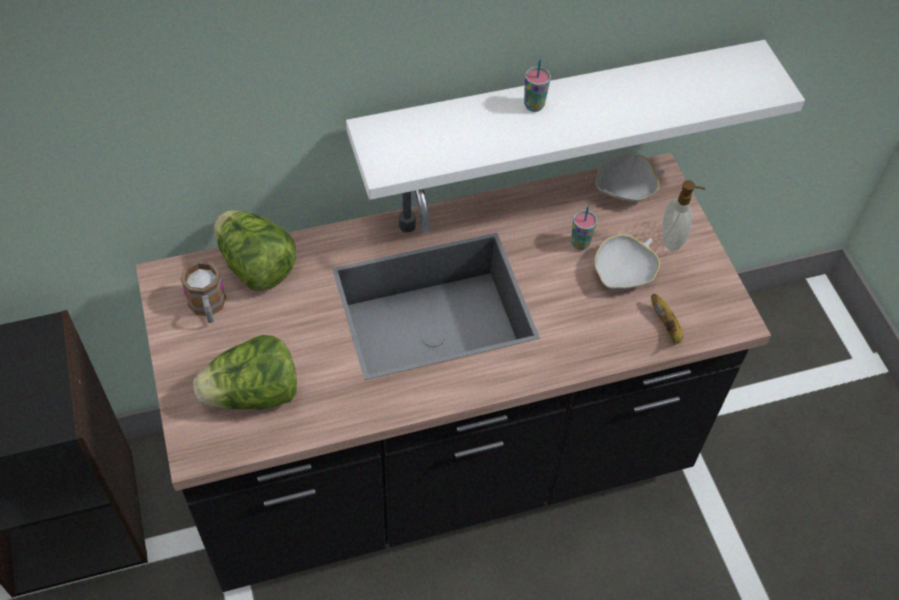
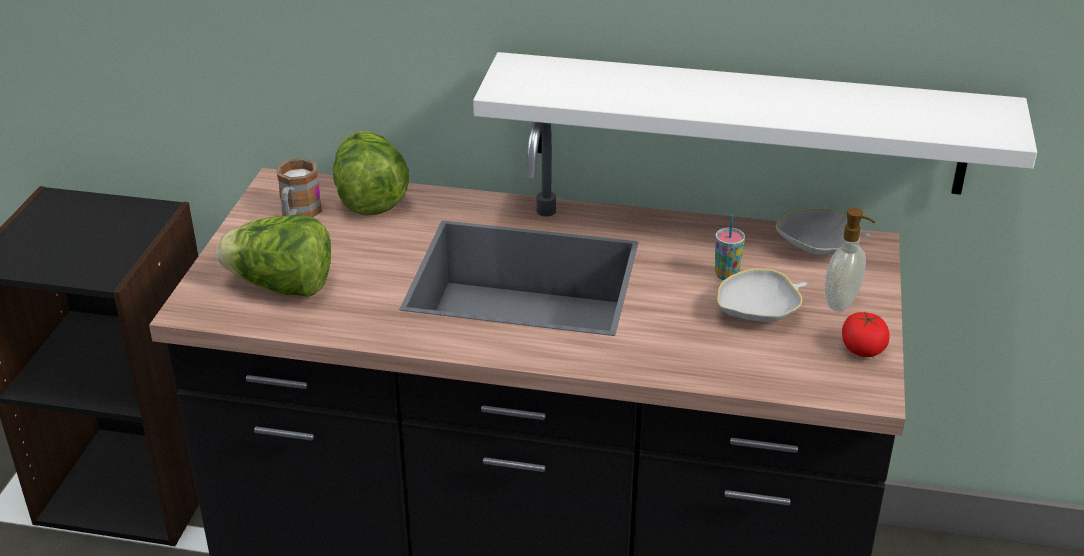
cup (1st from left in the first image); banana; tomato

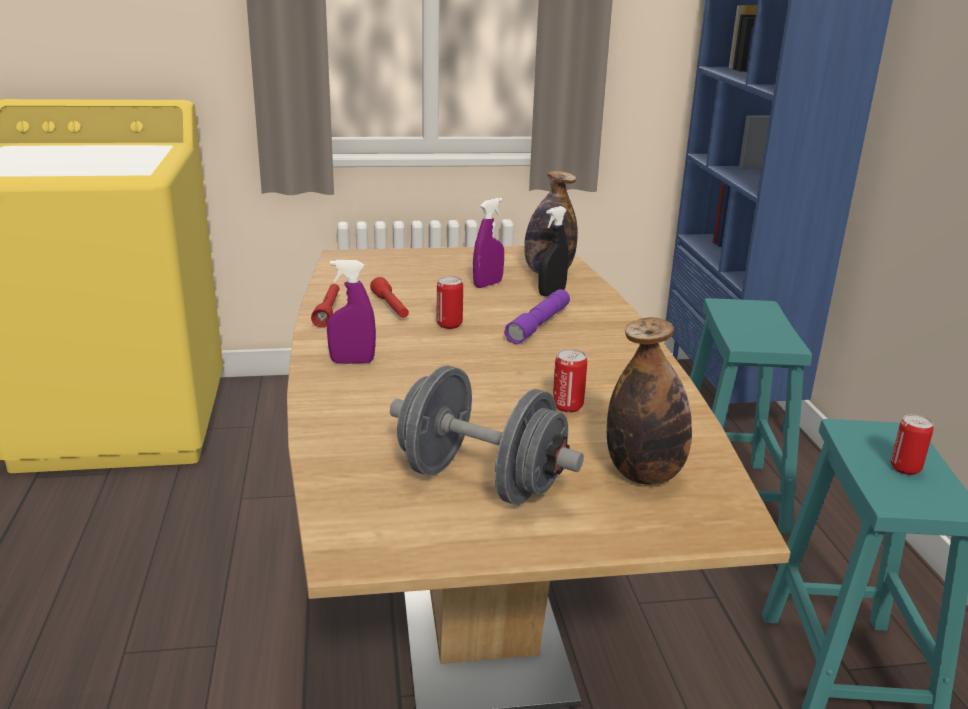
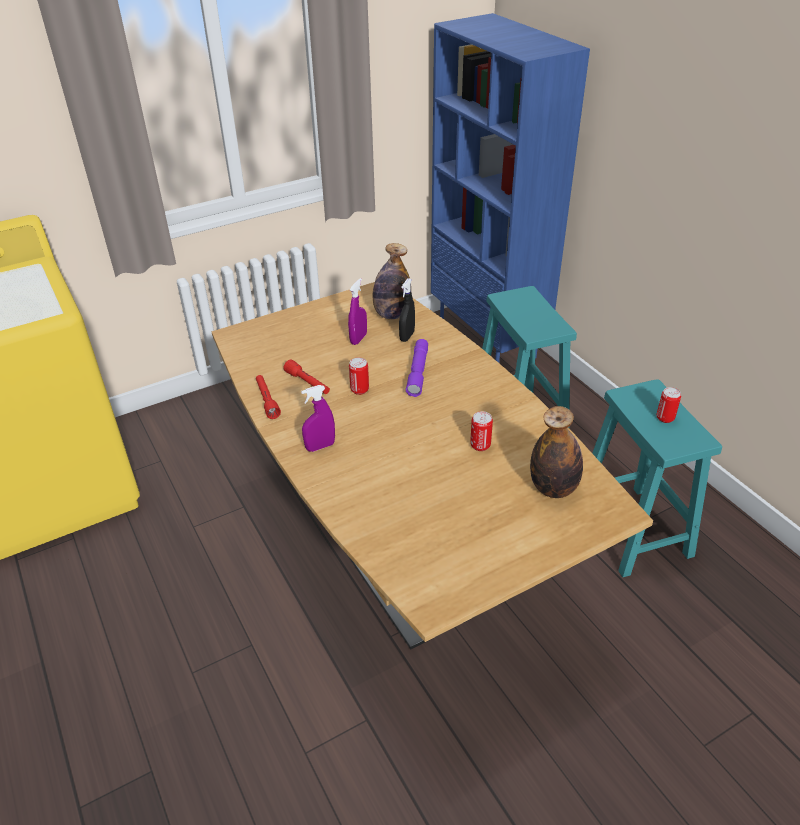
grey dumbbell

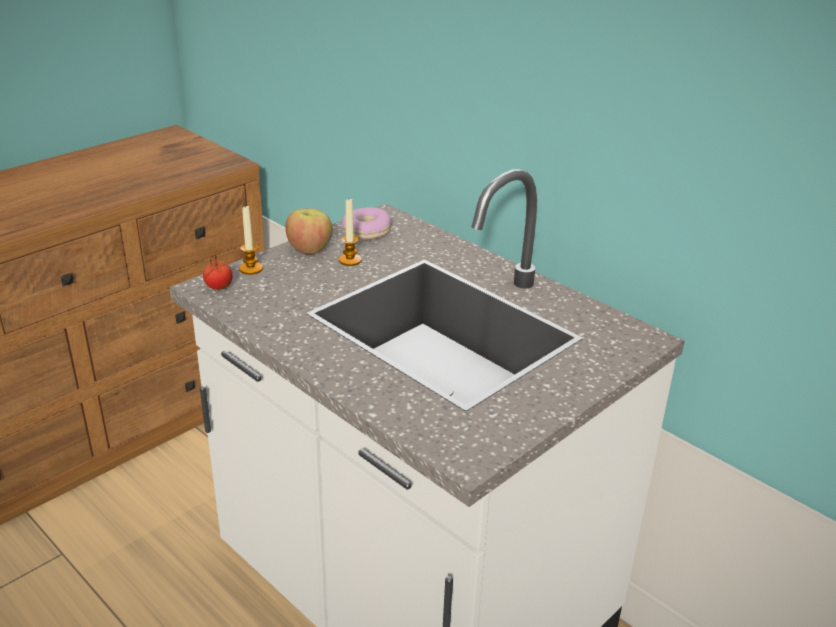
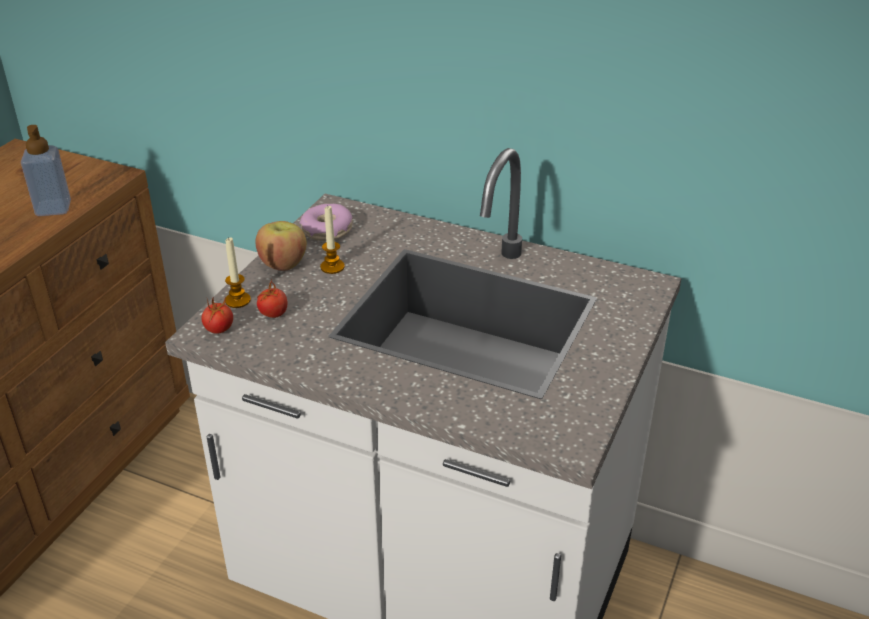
soap dispenser; tomato (2nd from left)

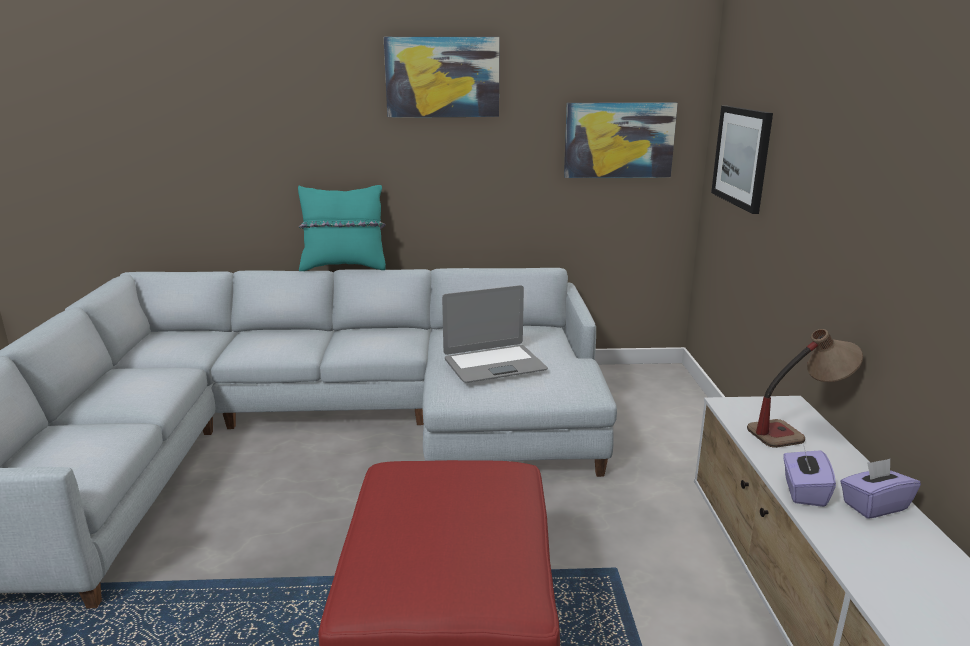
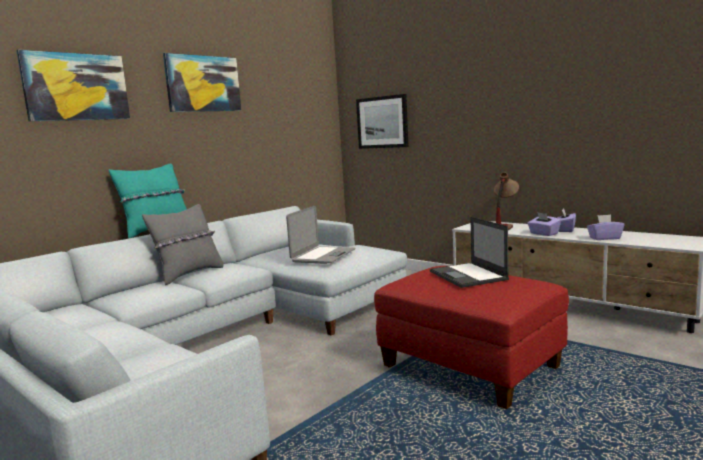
grey pillow; laptop (2nd from left); purple tissue box (3rd from left); picture (1st from left)

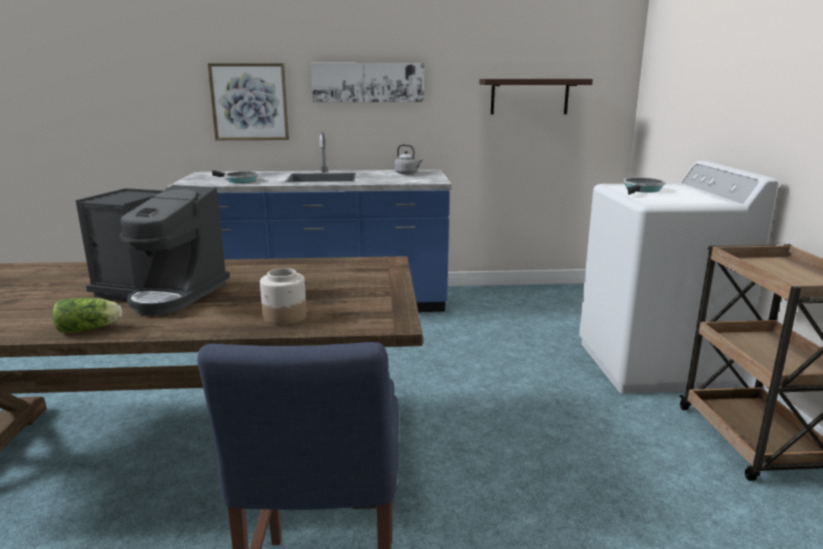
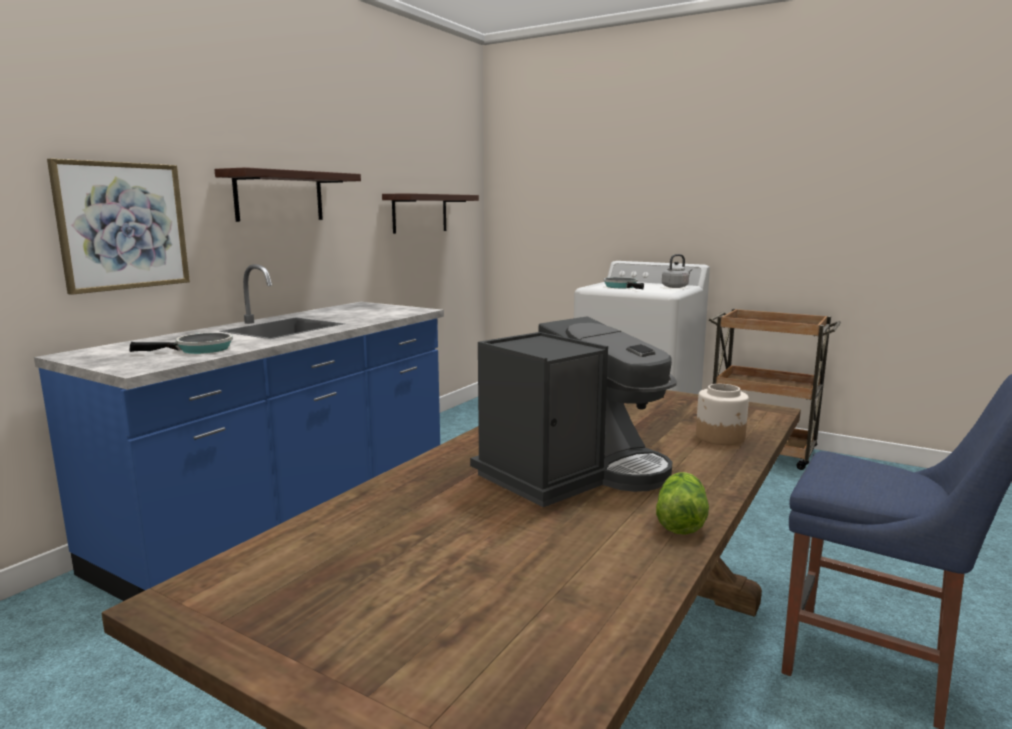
grey kettle; shelf (1st from left)

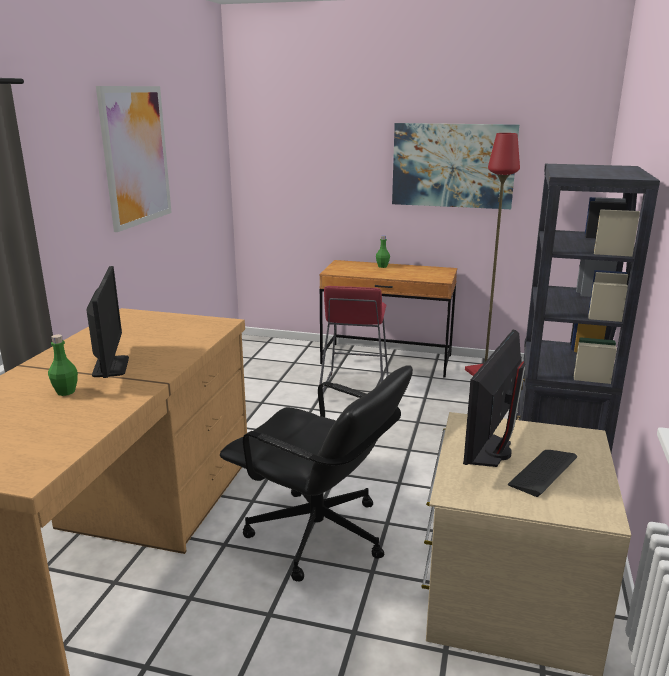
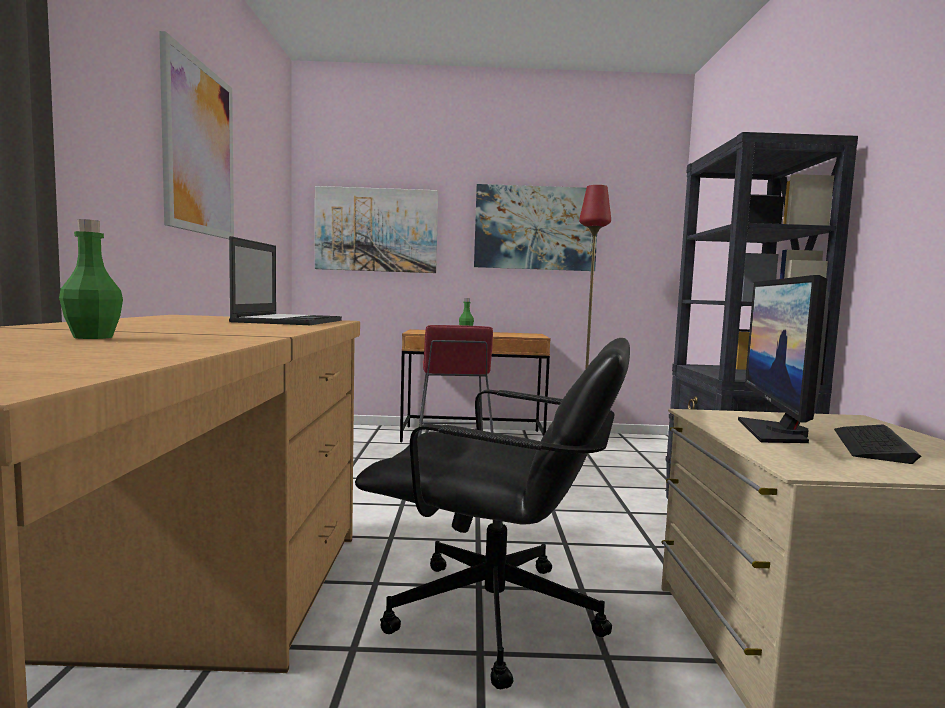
monitor (1st from left in the first image); laptop; picture (2nd from left)

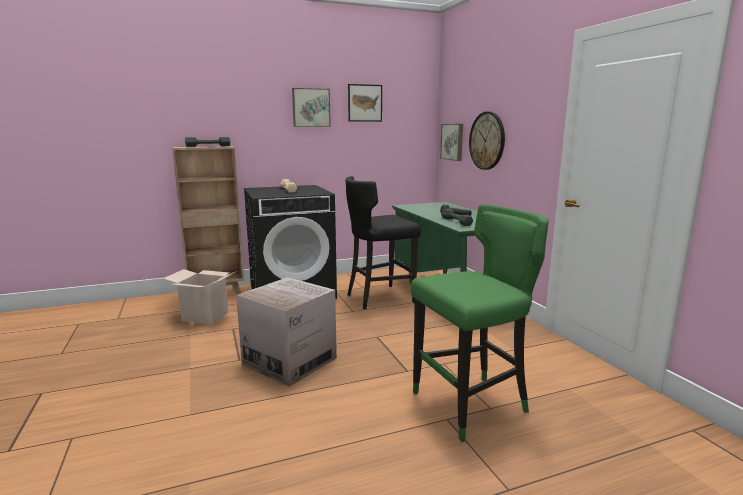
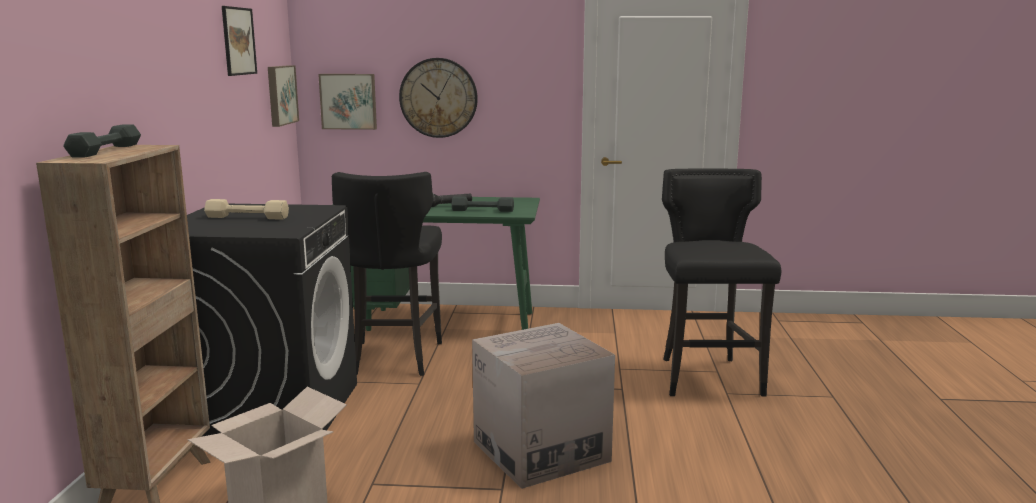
picture (2nd from left); black stool (2nd from left)

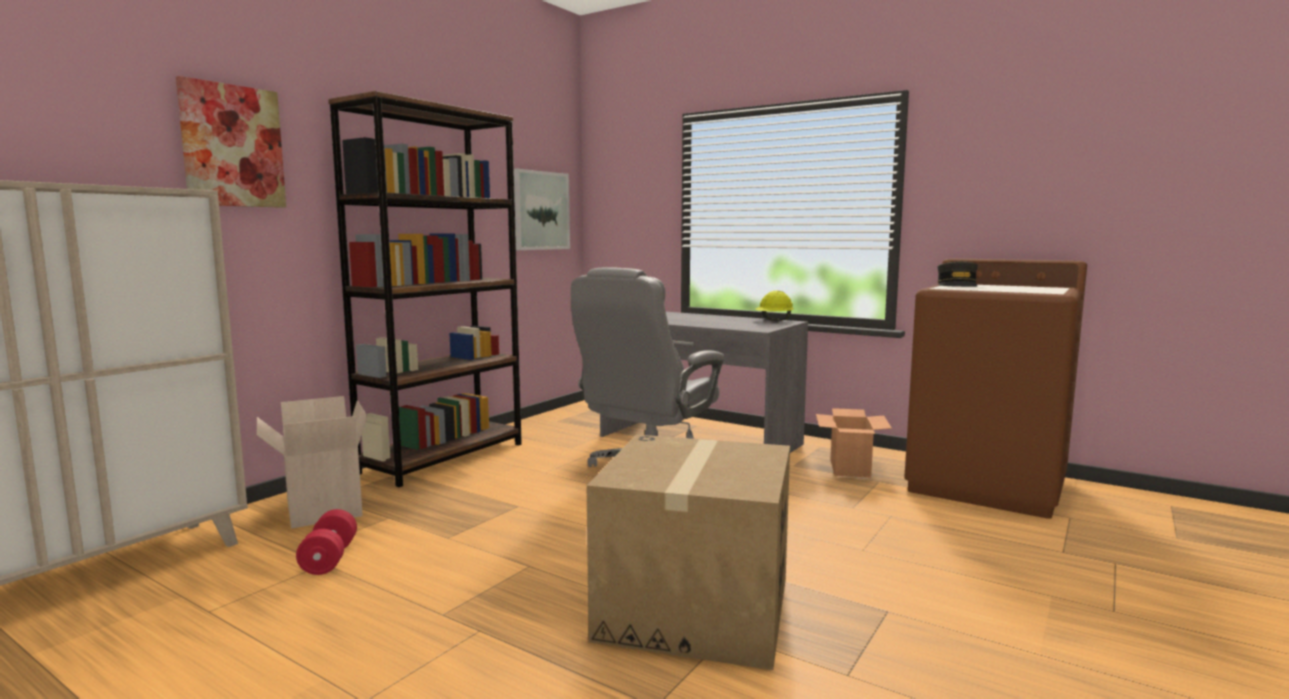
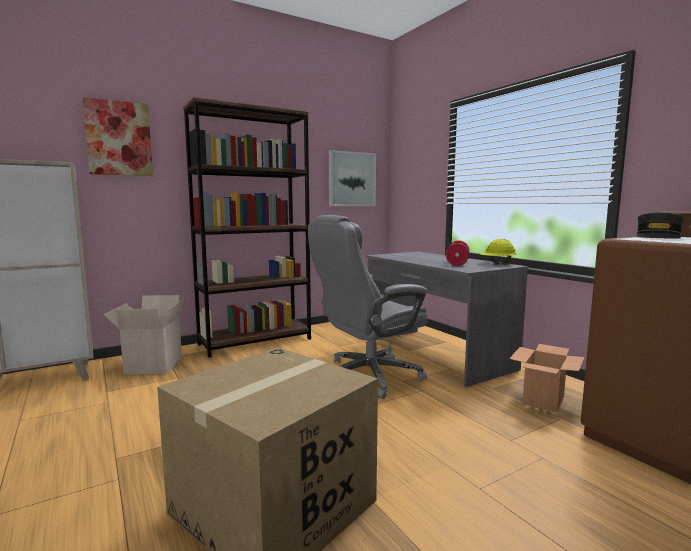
red dumbbell

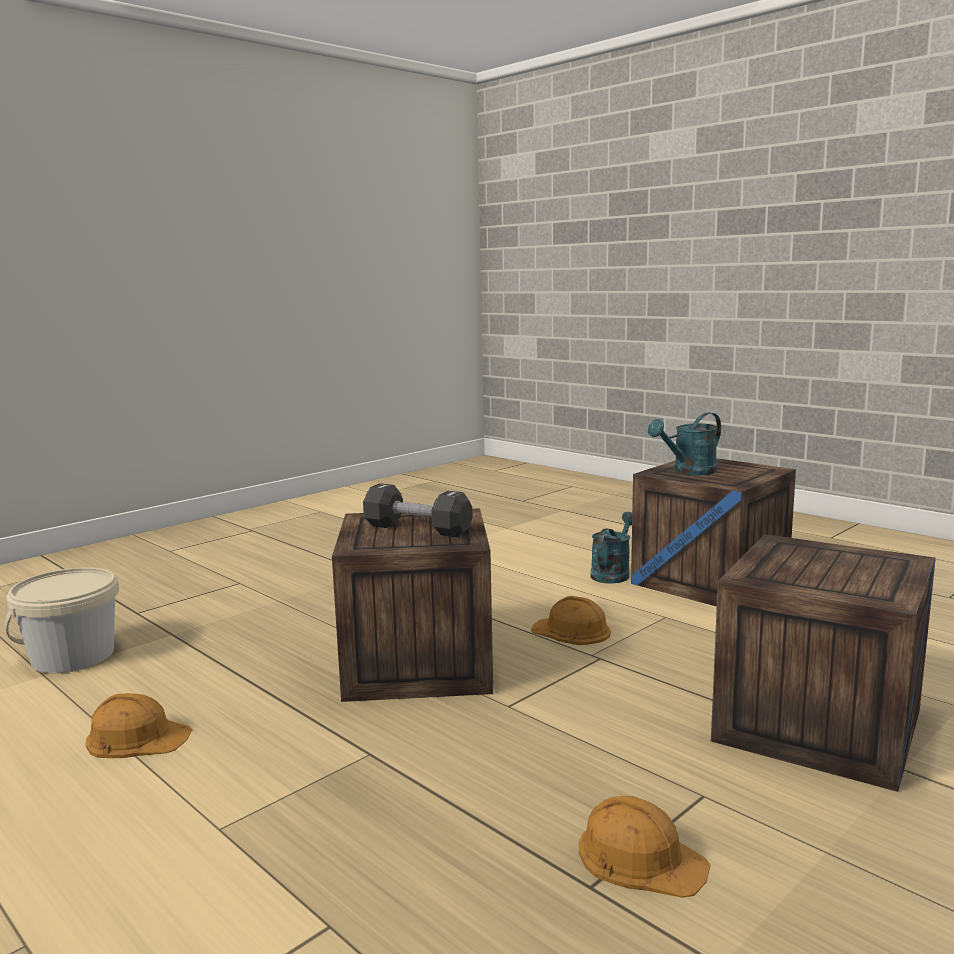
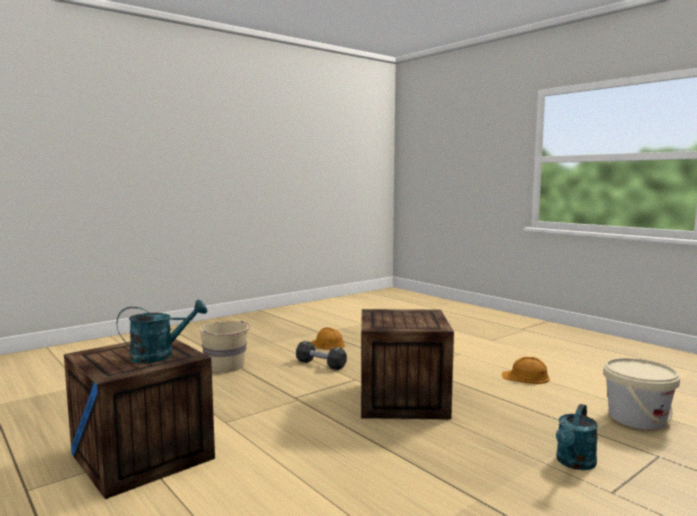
orange hard hat (2nd from left in the first image); black dumbbell; turquoise watering can (2nd from left); beige bucket (1st from left)

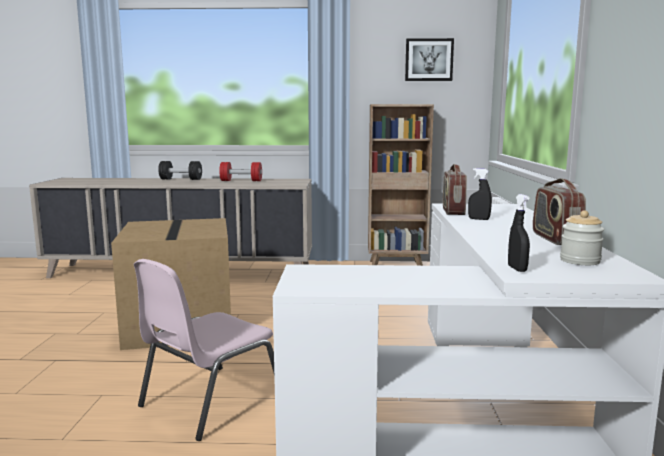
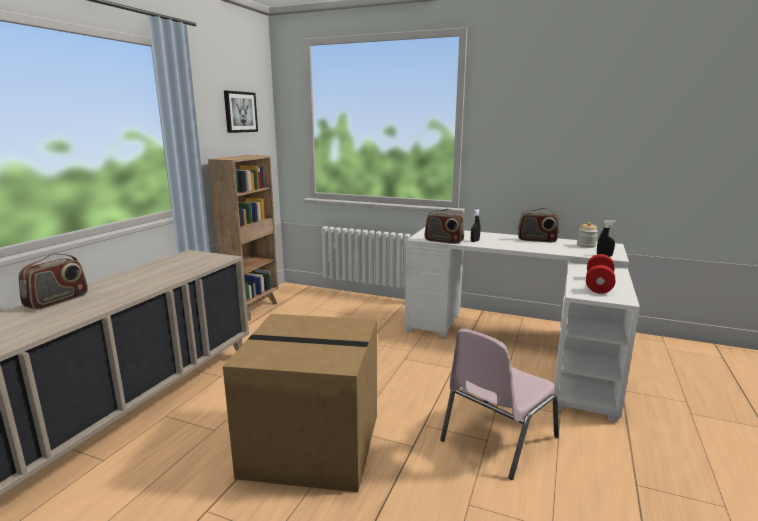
red dumbbell; radio (1st from left); pink chair

